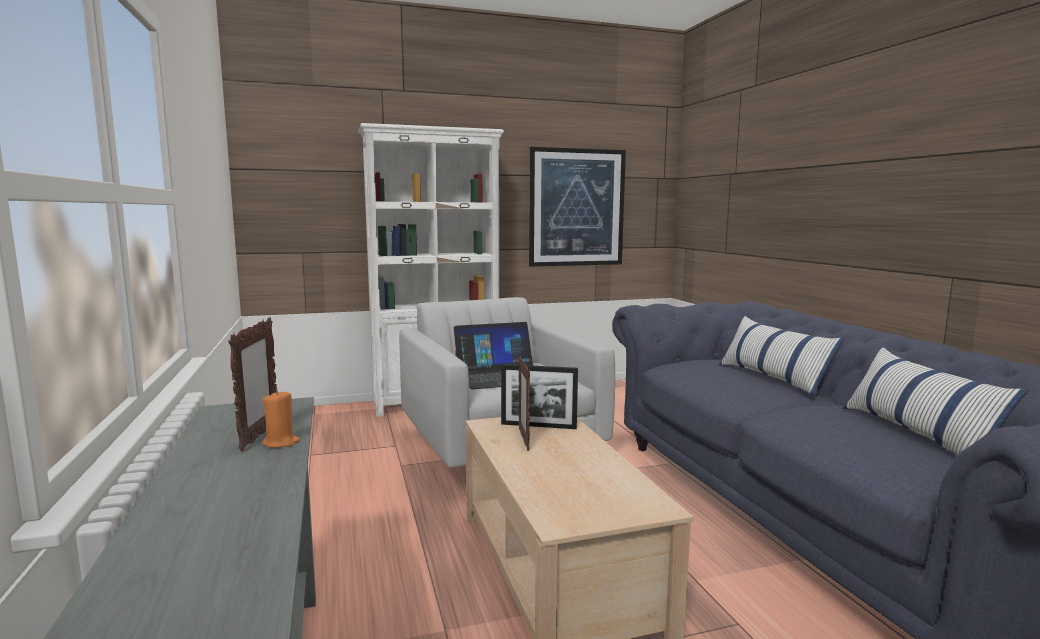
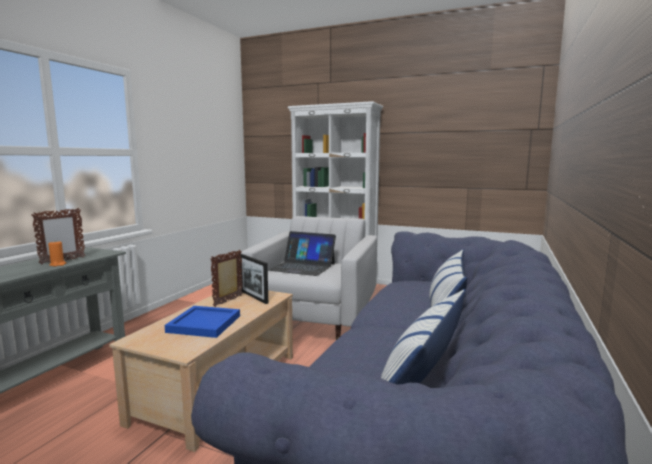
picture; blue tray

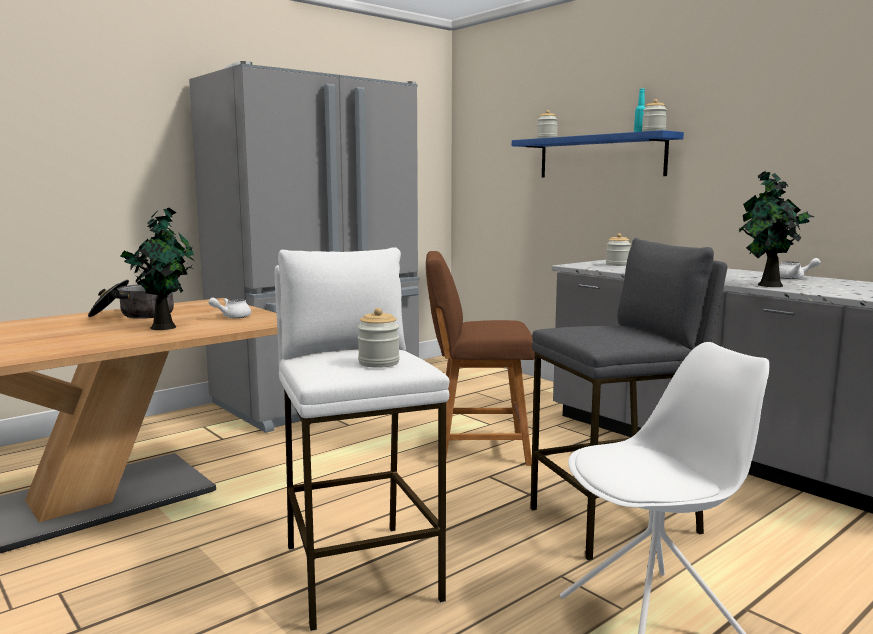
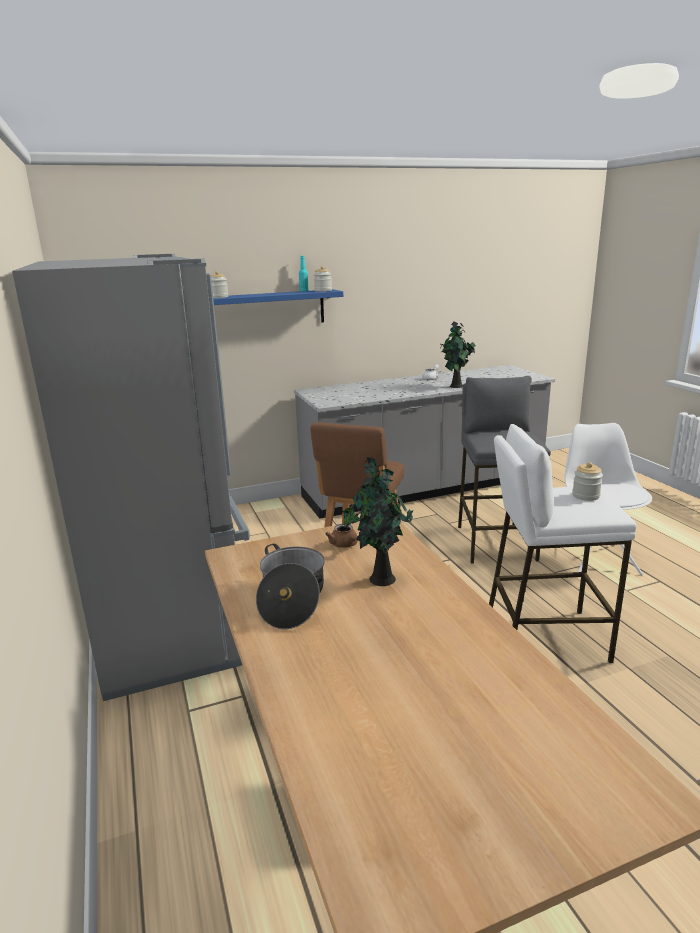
jar (3rd from left in the first image); brown teapot

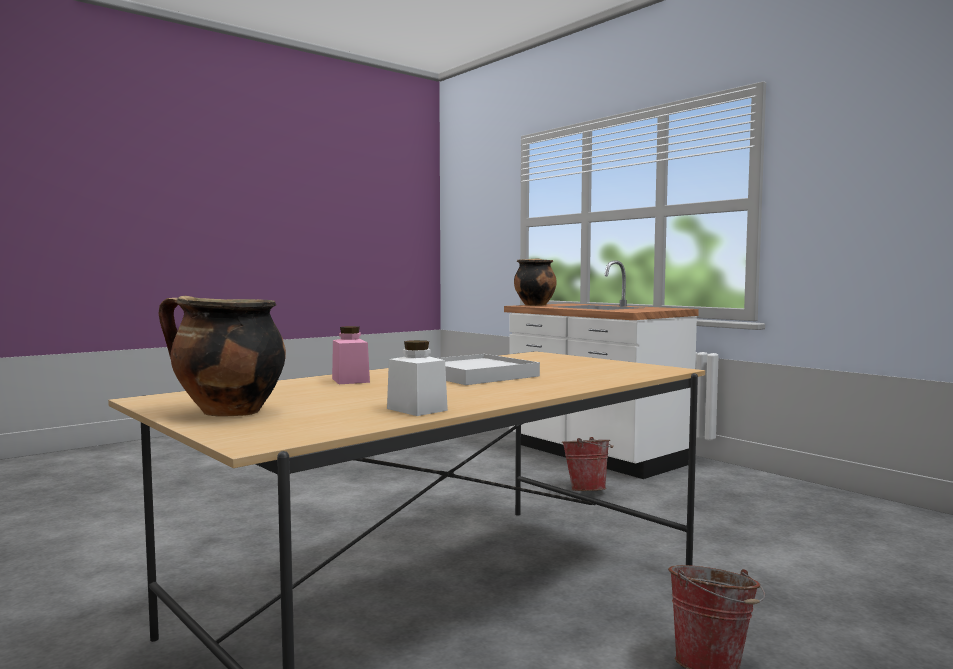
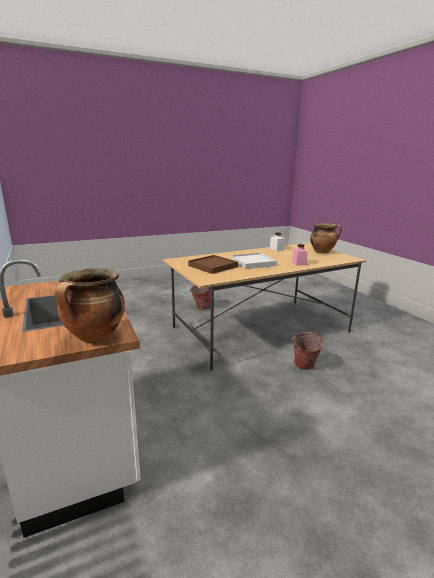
brown tray; bucket (2nd from left)

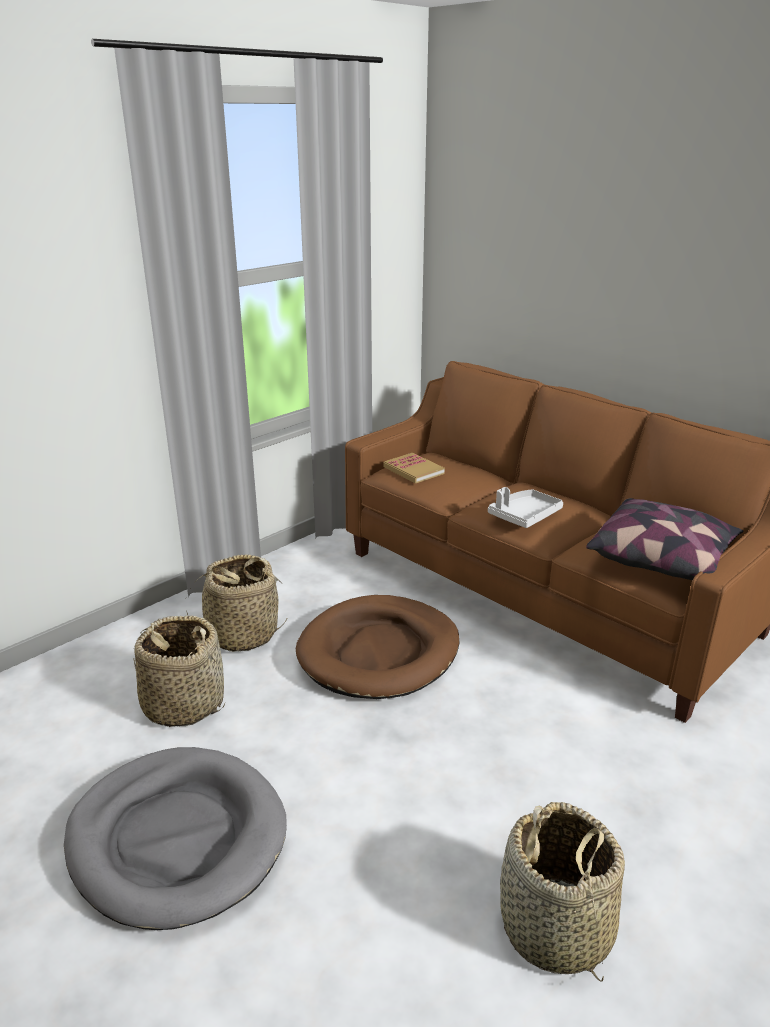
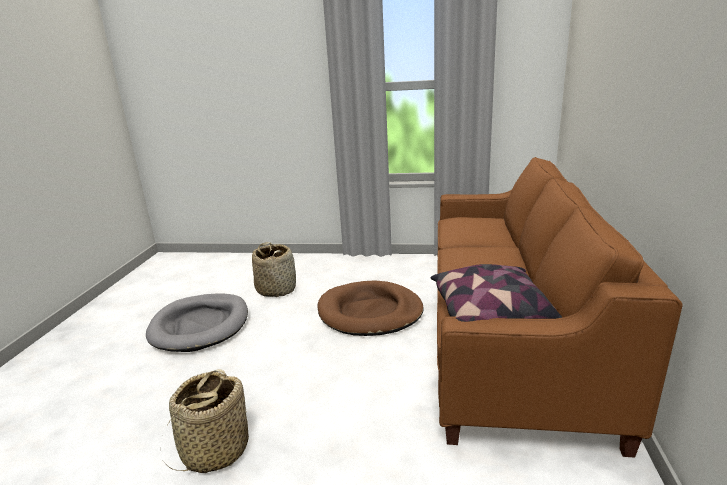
basket (2nd from left in the first image); book; grey tray

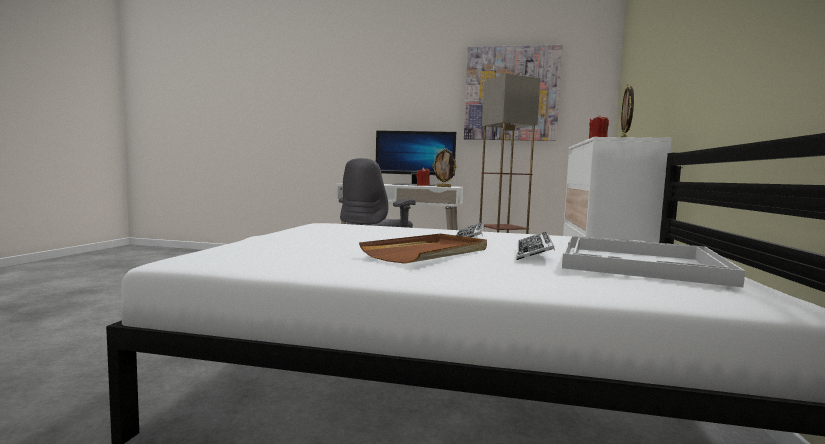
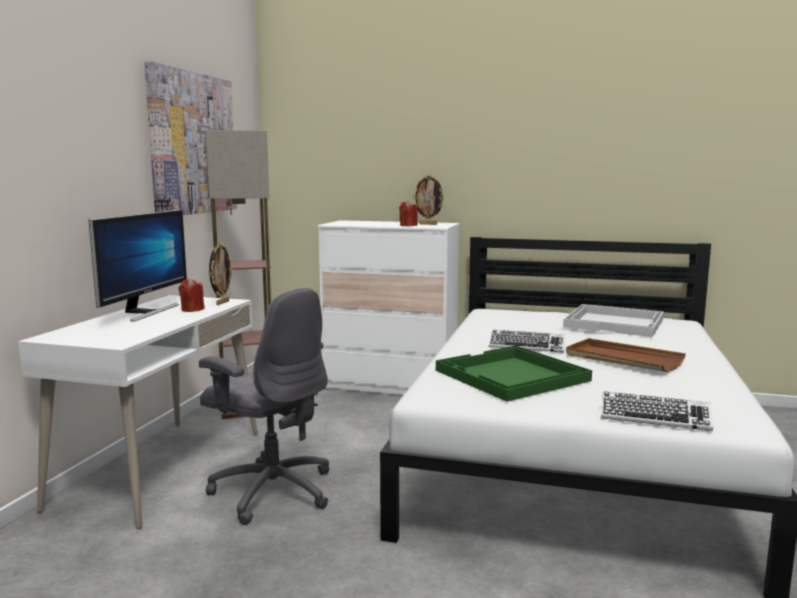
green tray; keyboard (2nd from left)

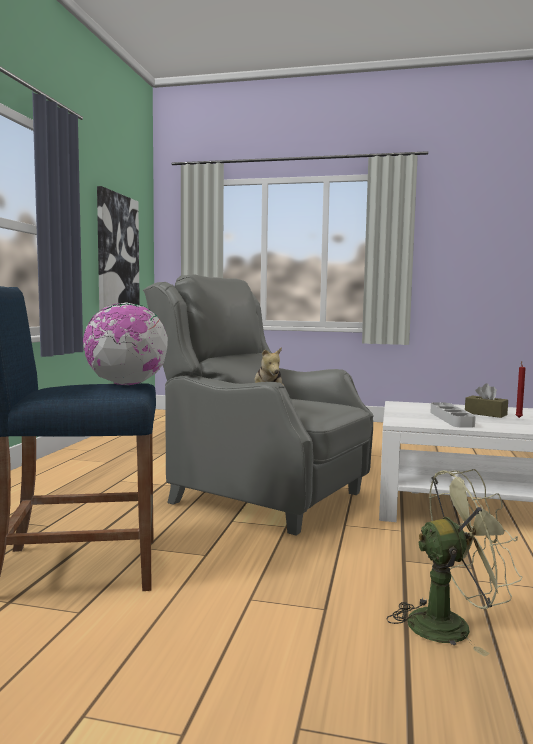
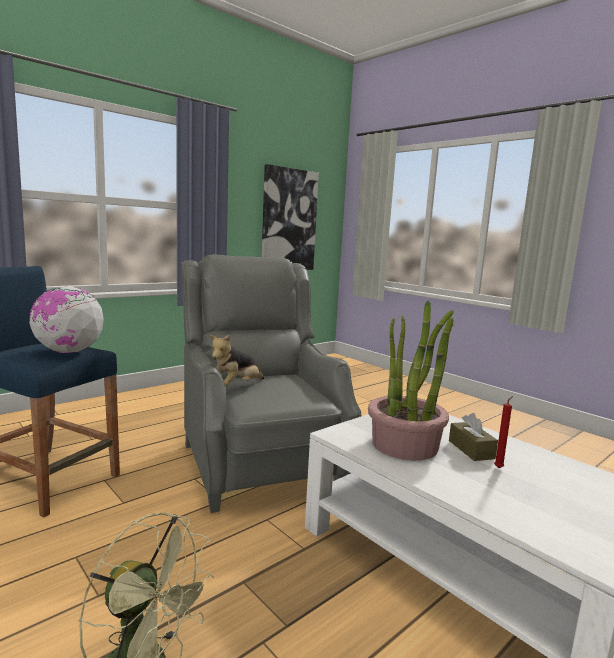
potted plant

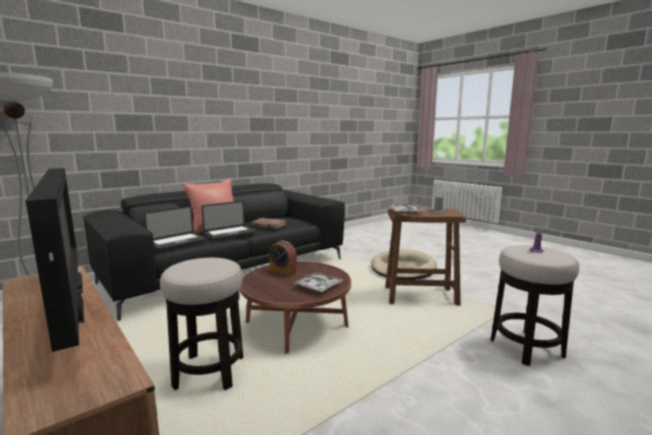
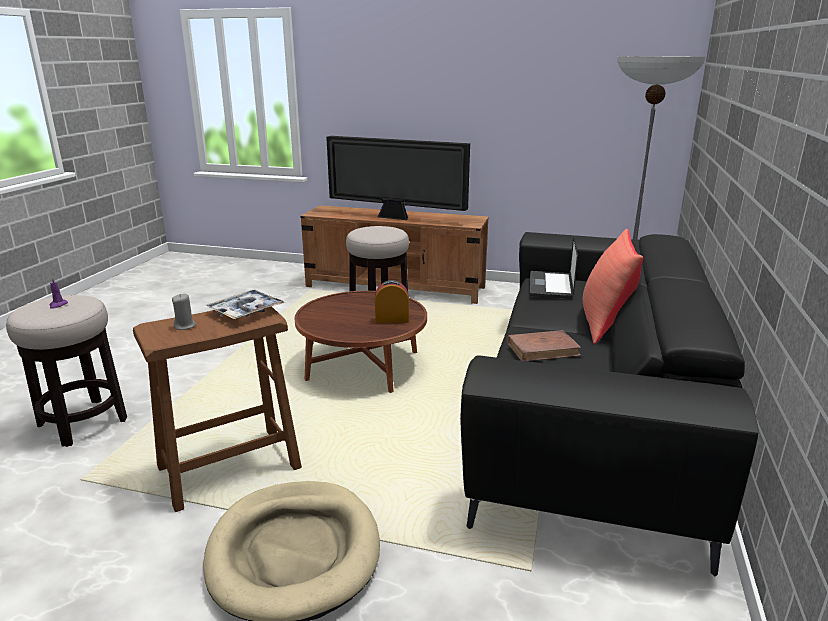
laptop (2nd from left in the first image); tray (1st from left in the first image)

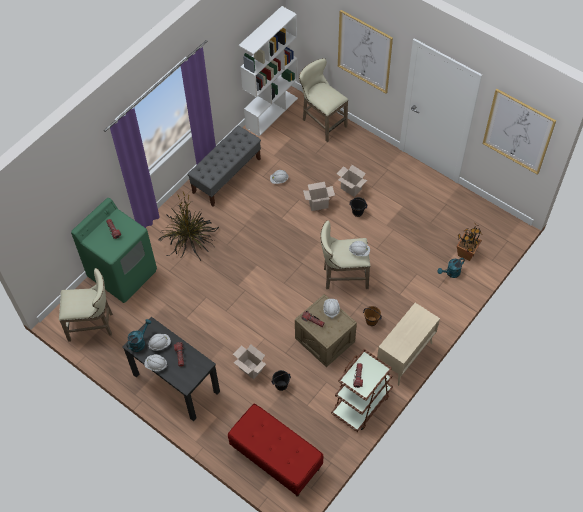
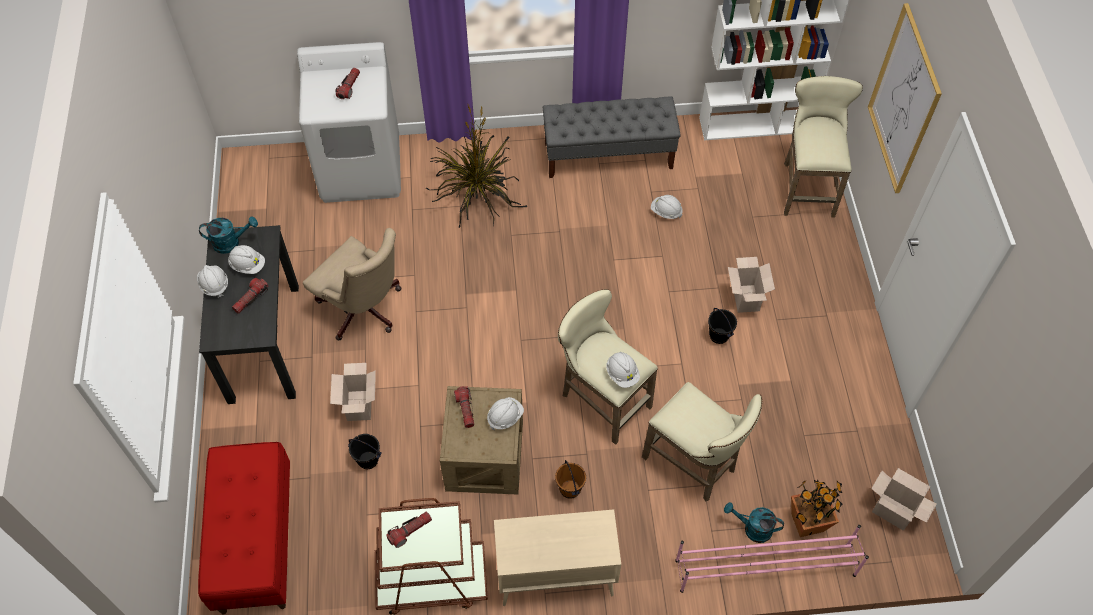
picture (2nd from left in the first image); beige office chair; pink shoe rack; beige stool (2nd from left); cardboard box (3rd from left); white washing machine

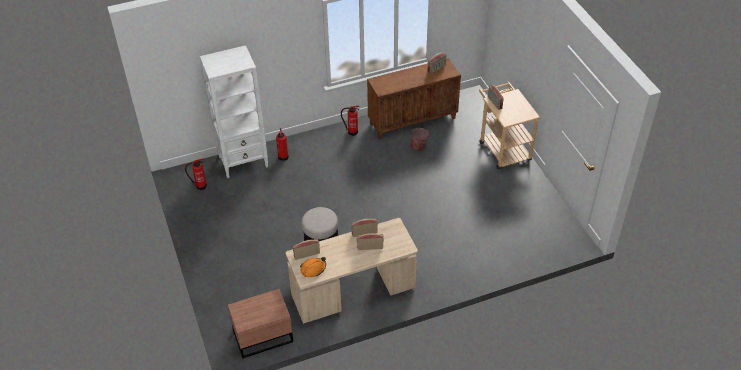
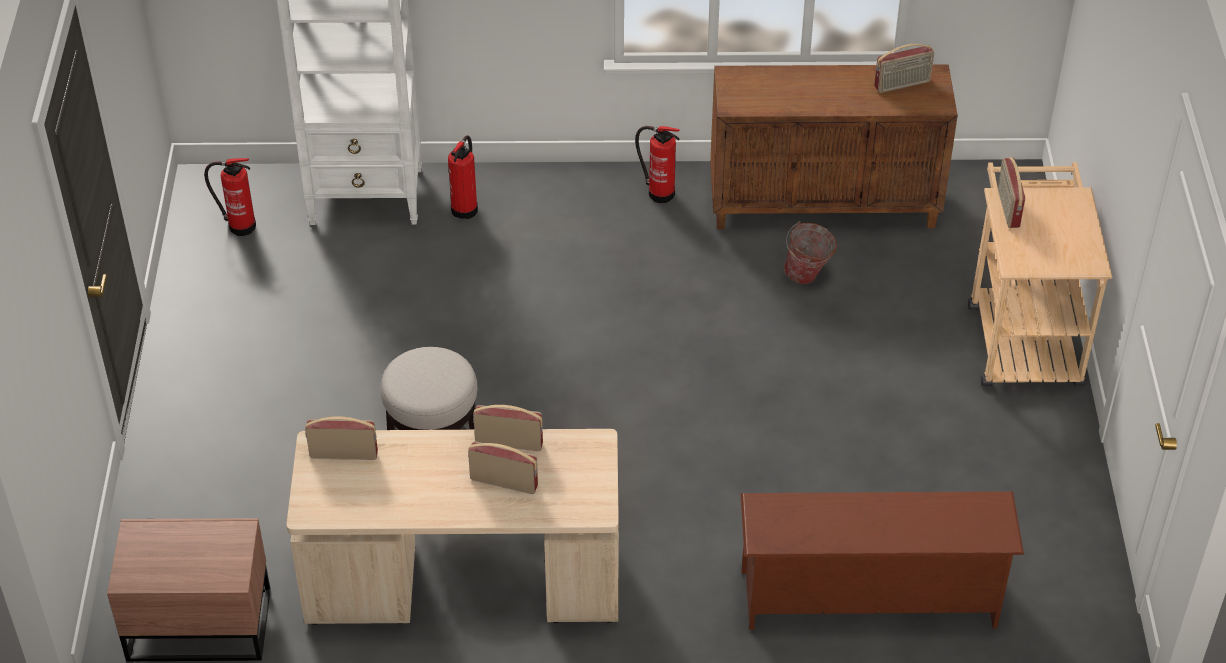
orange hard hat; brown shoe rack

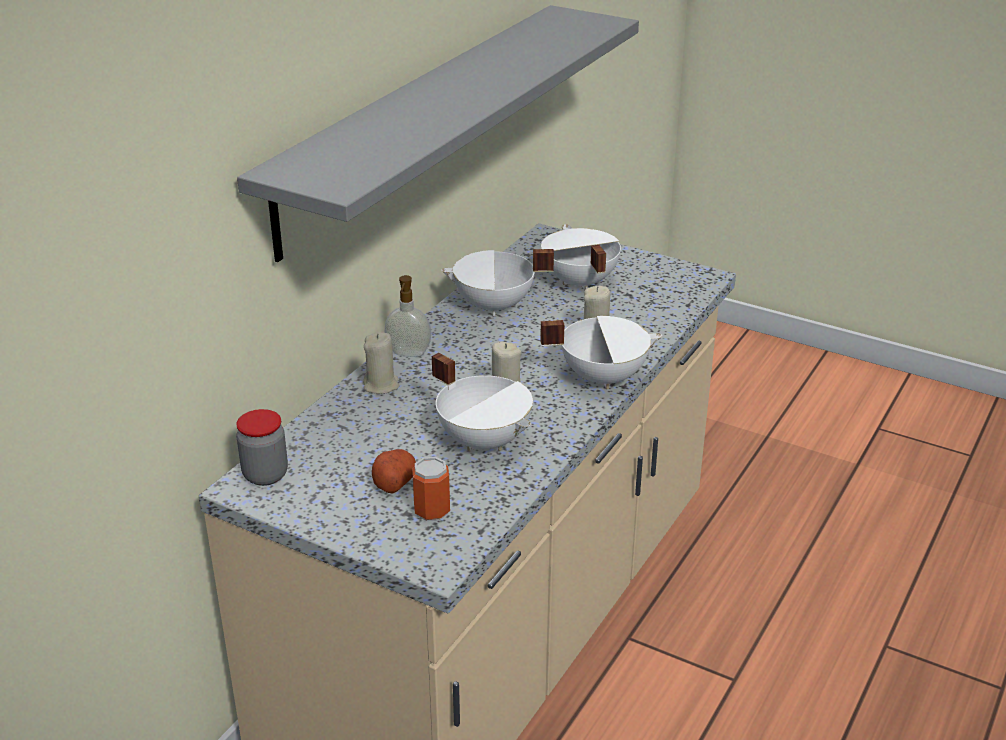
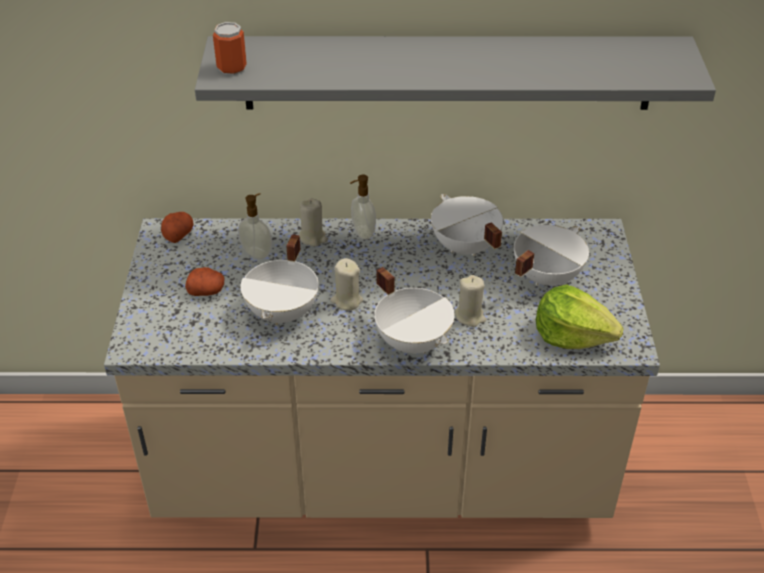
soap dispenser (1st from left); lettuce; can; potato (1st from left)

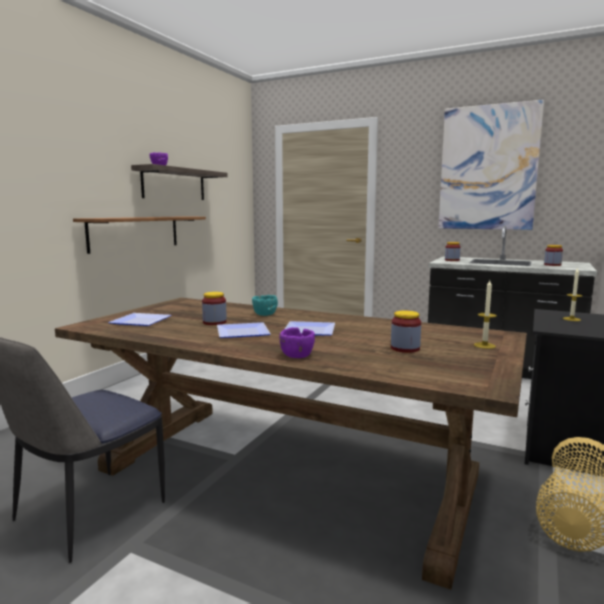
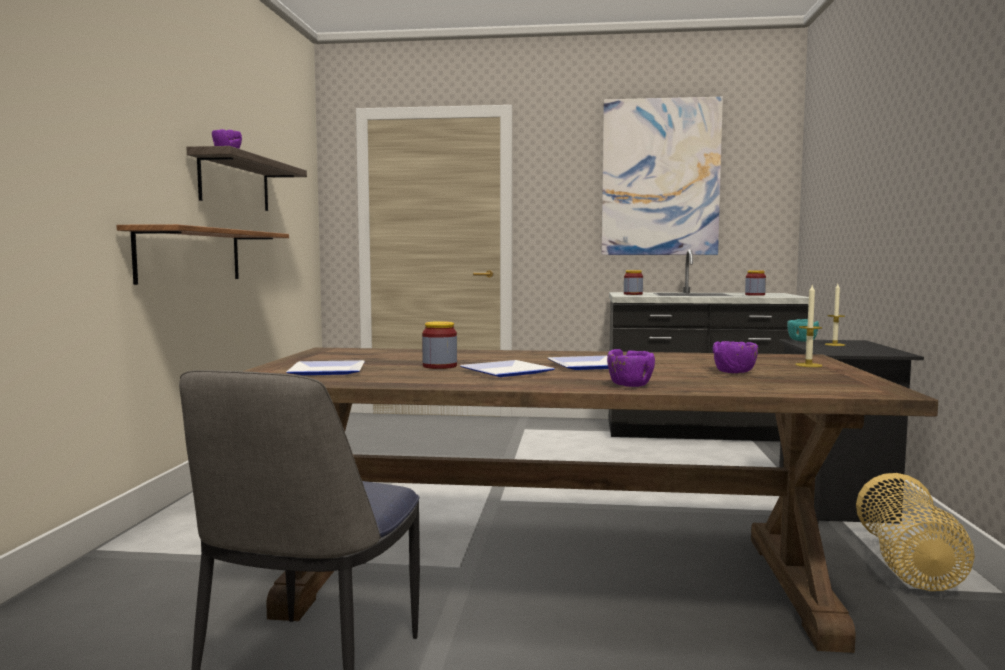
turquoise bowl; purple bowl (3rd from left)

